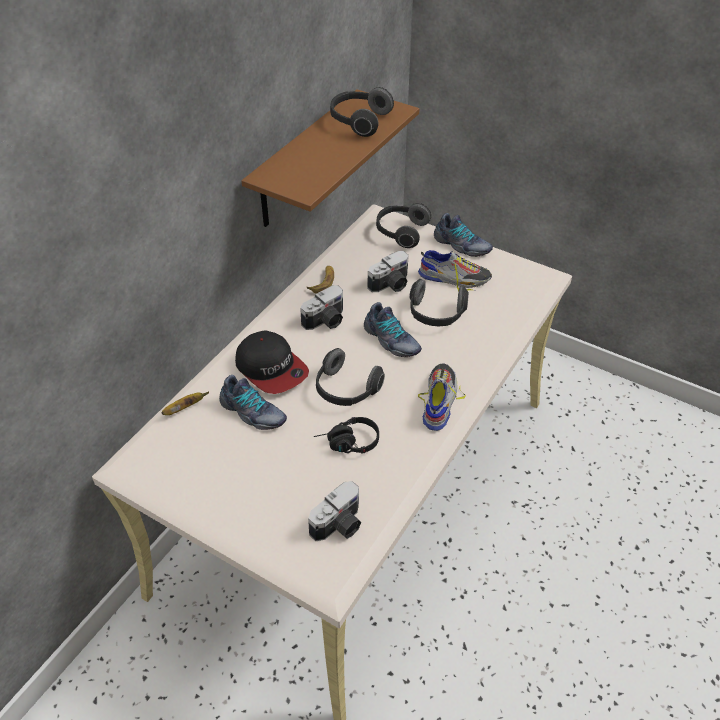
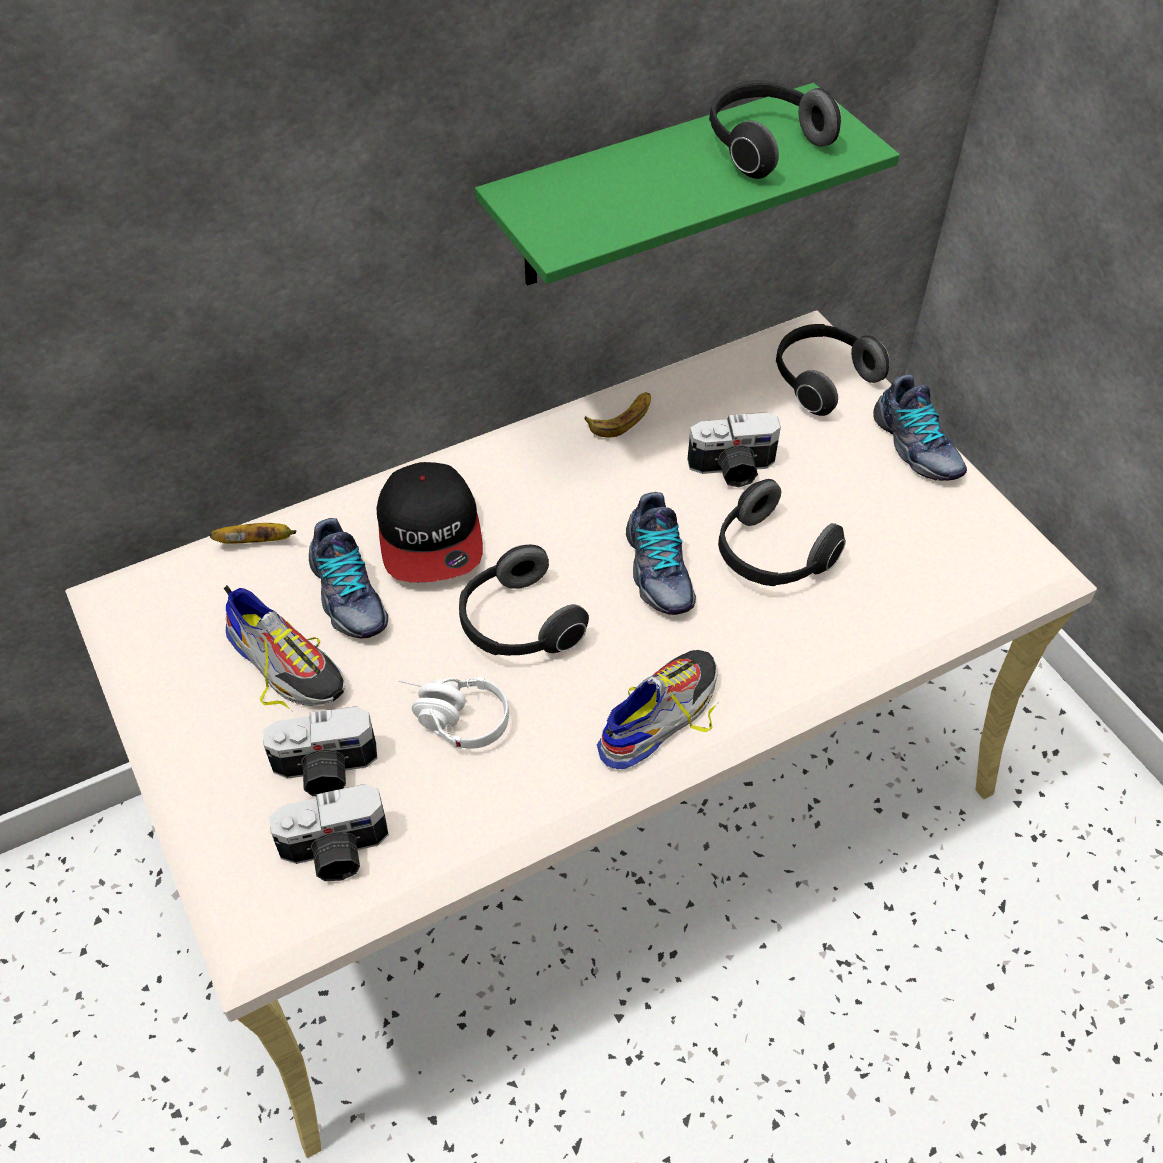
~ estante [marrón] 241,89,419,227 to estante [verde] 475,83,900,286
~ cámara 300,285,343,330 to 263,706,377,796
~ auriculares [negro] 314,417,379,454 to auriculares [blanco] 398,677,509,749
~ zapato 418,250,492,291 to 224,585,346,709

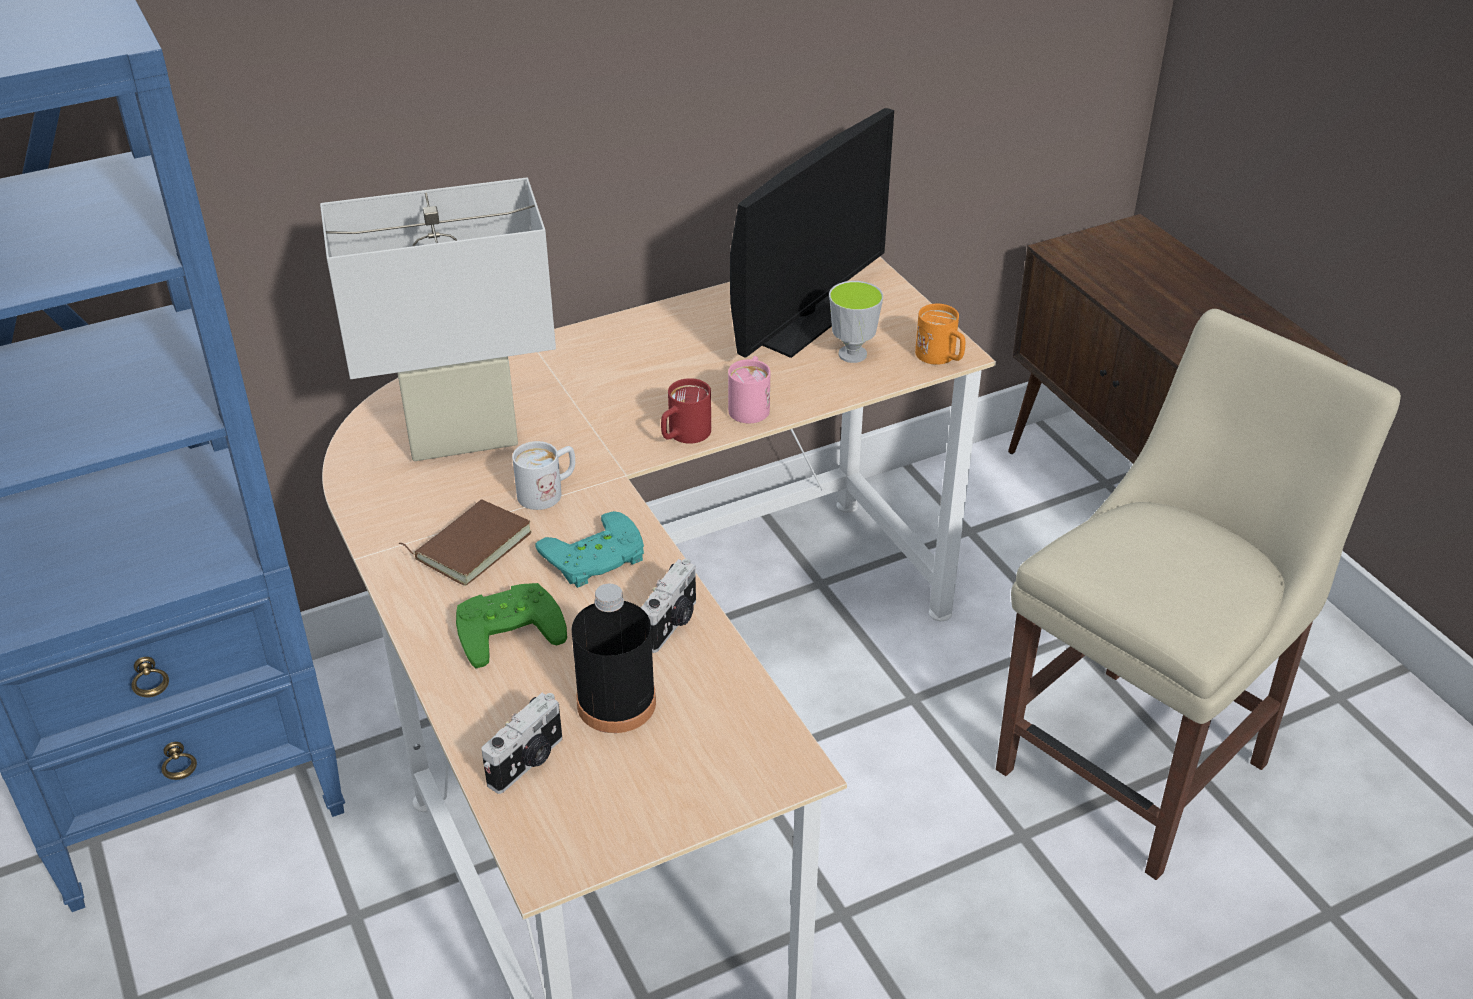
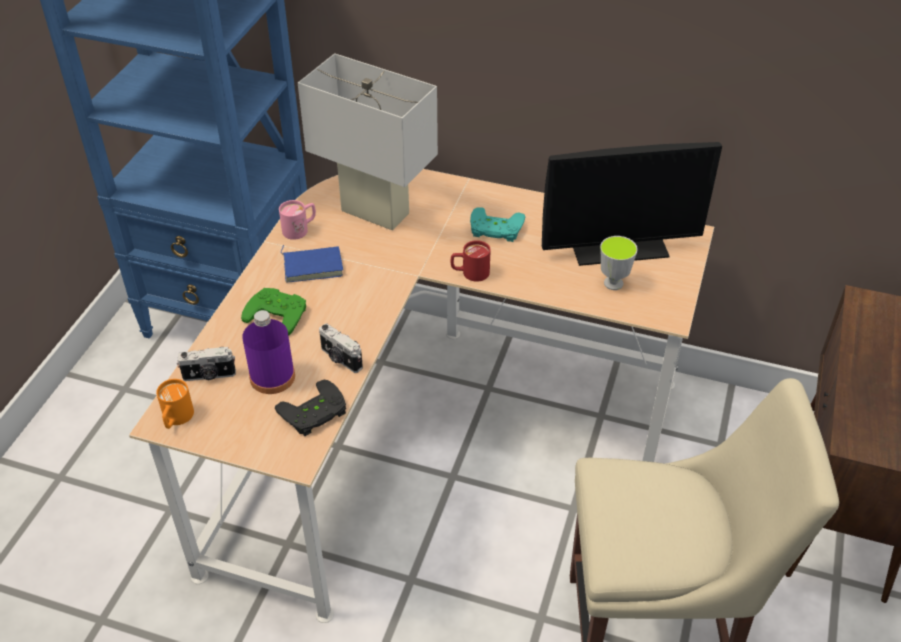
~ libro [marrón] 399,499,532,586 to libro [azul] 281,245,343,282
- taza grande [blanco] 512,441,575,510
~ mando de consola [turquesa] 536,511,644,588 to 470,207,525,242
~ botella [negro] 572,584,656,733 to botella [morado] 242,310,295,394
~ cámara 641,559,696,653 = 319,323,363,373 60 degrees clockwise
~ taza grande [rosa] 728,356,770,423 to 279,200,316,240
~ taza grande [naranja] 915,304,965,365 to 156,379,194,429
+ mando de consola [negro] 275,380,346,436

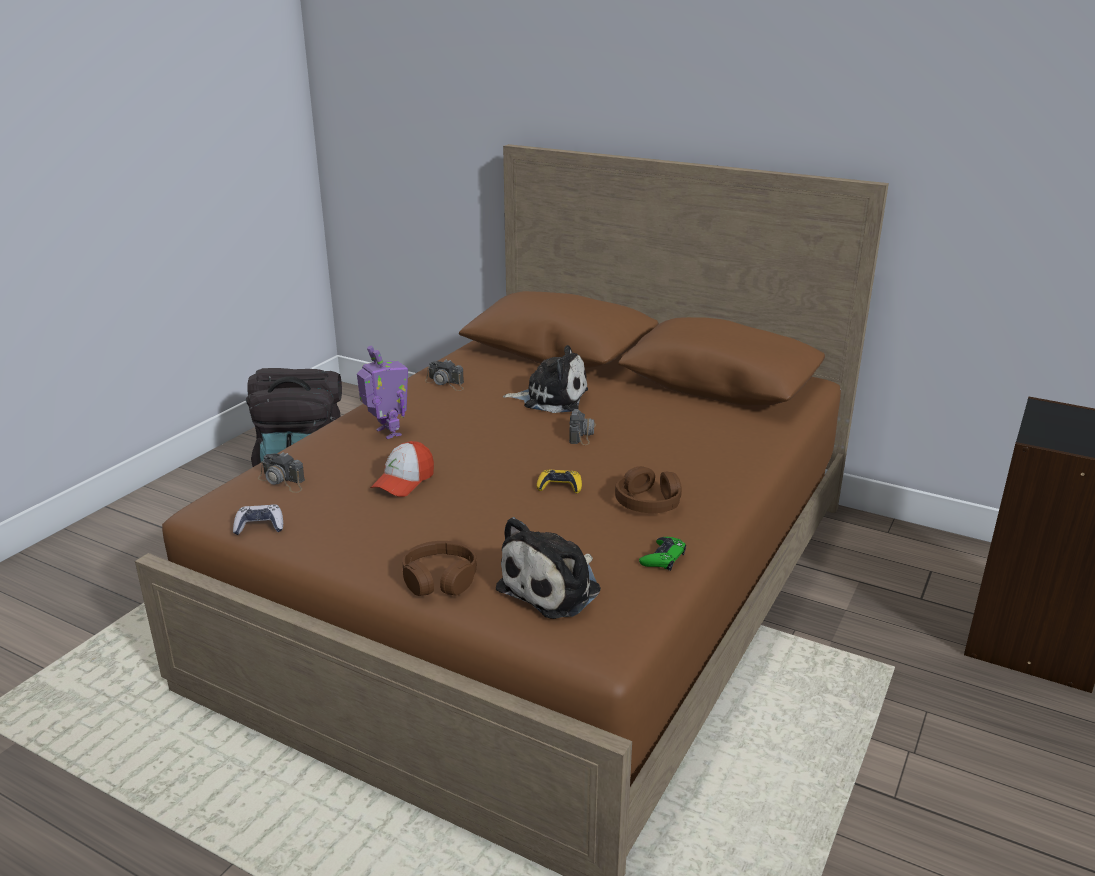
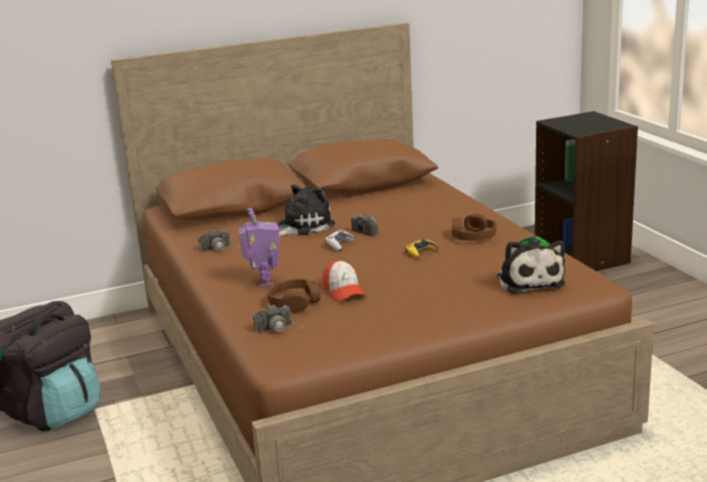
~ mando de consola 233,504,283,535 to 325,230,356,251
~ robot de juguete 357,346,408,439 = 239,208,279,287 75 degrees clockwise
~ auriculares [marrón] 403,541,477,596 to 267,279,320,313

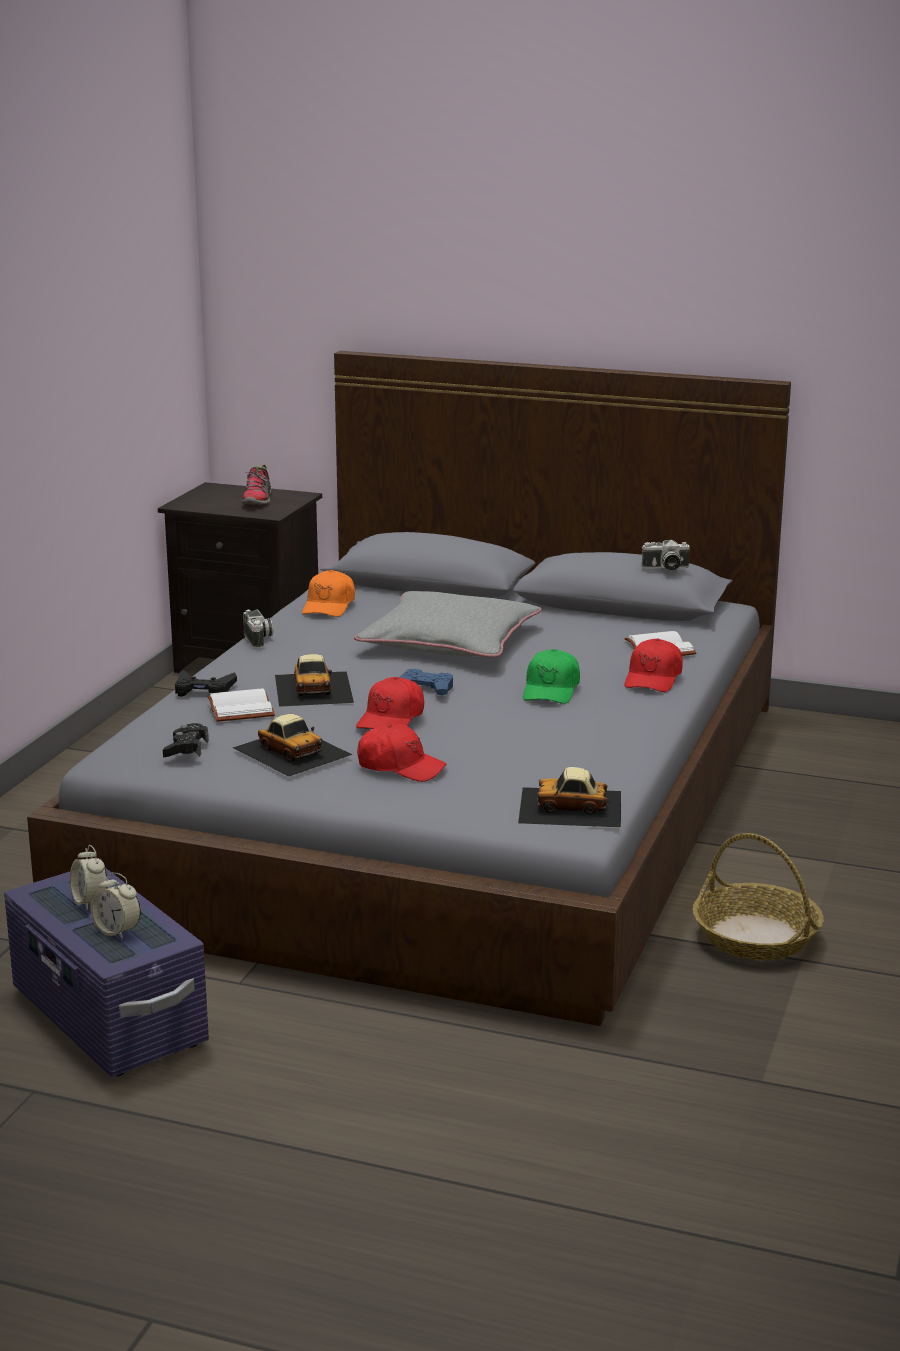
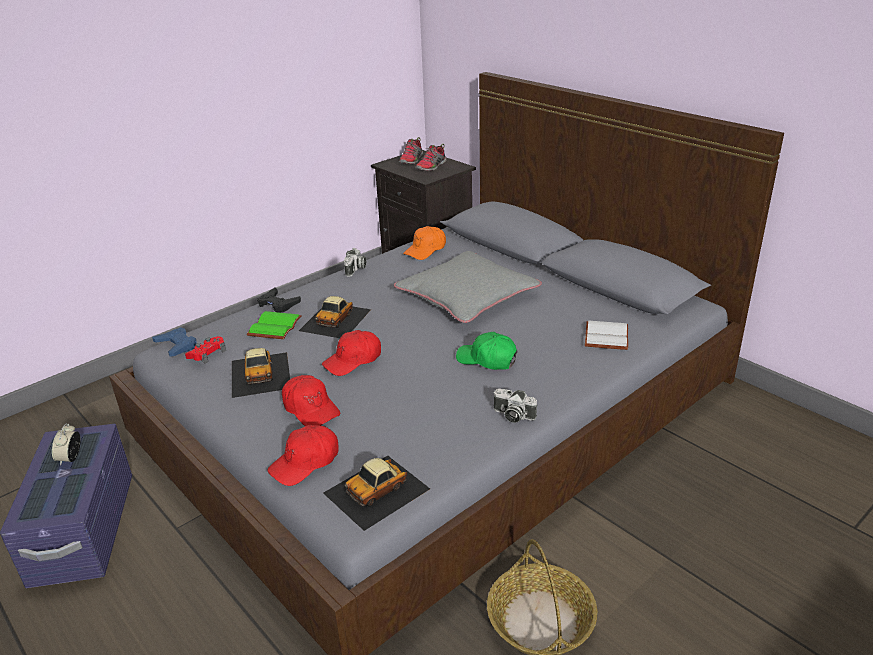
- despertador 90,872,141,940
~ mando de consola [negro] 163,723,209,757 to mando de consola [rojo] 185,336,226,364
~ libro [blanco] 207,688,275,722 to libro [verde] 247,311,302,339
~ mando de consola [azul] 399,669,453,695 to 152,328,197,357
~ coche de juguete 518,767,621,827 = 323,456,430,531 75 degrees counterclockwise
~ gorra [verde] 523,649,580,704 = 456,332,517,370 75 degrees clockwise
~ gorra [rojo] 624,638,683,692 to 267,425,339,486
~ cámara 642,540,690,571 to 493,388,537,423
+ zapato 399,137,423,164

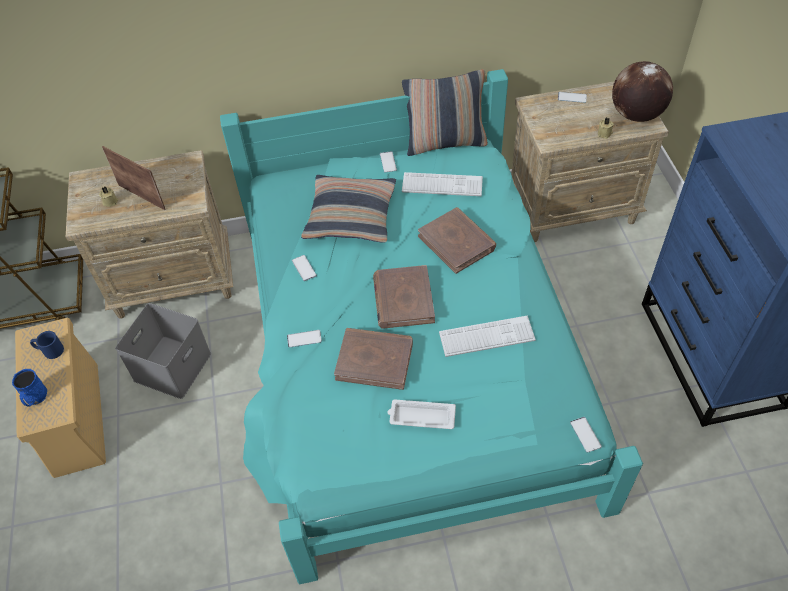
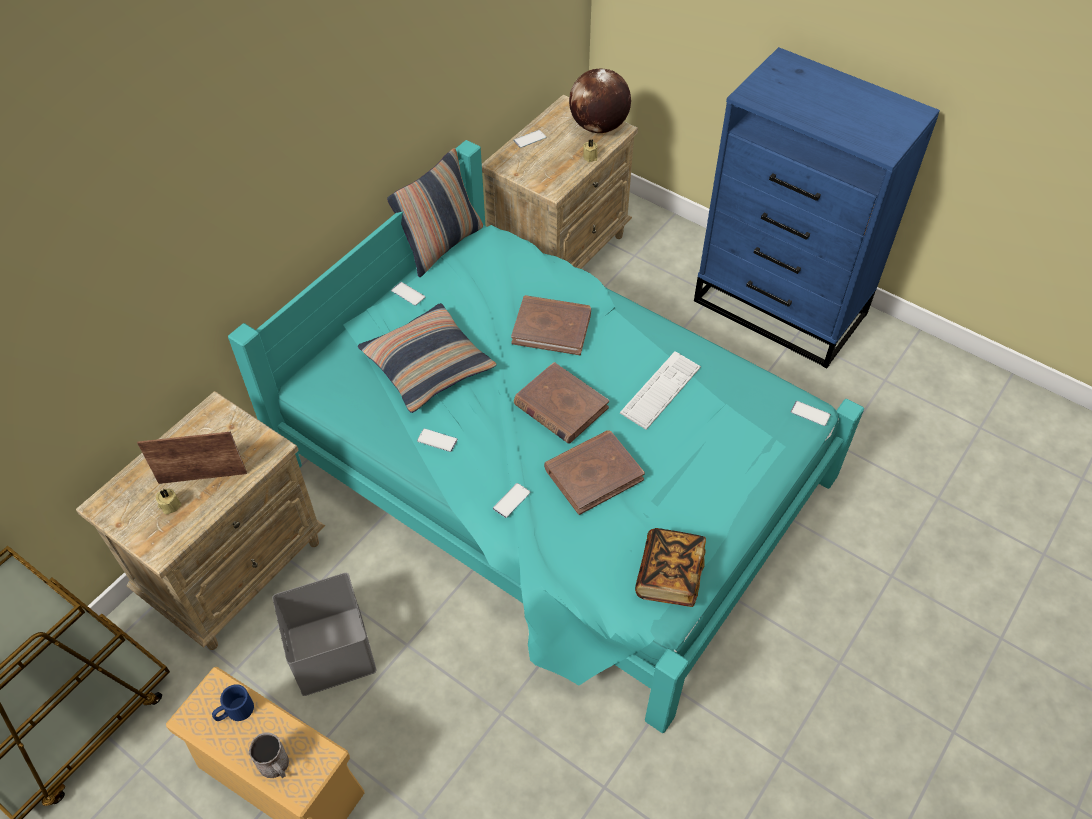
~ taza grande [azul] 12,369,47,407 to taza grande [gris] 248,733,289,778
- bandeja [blanco] 388,400,456,429
- teclado 402,172,483,196
+ libro 635,528,706,607

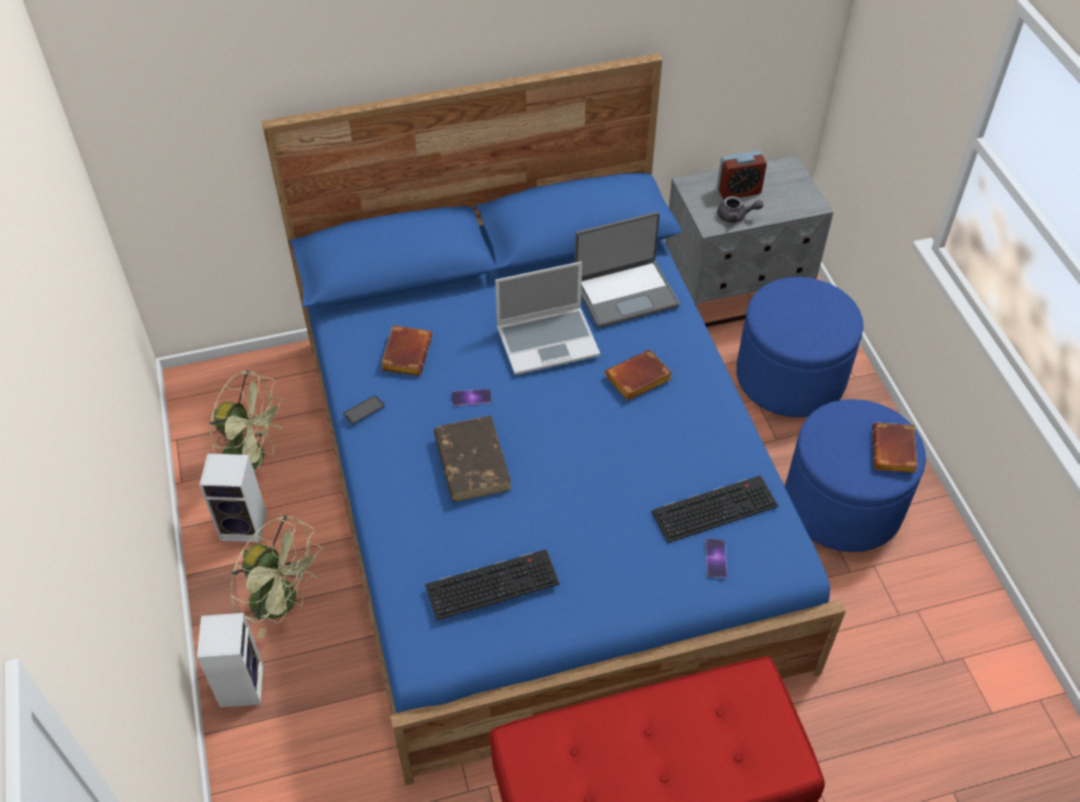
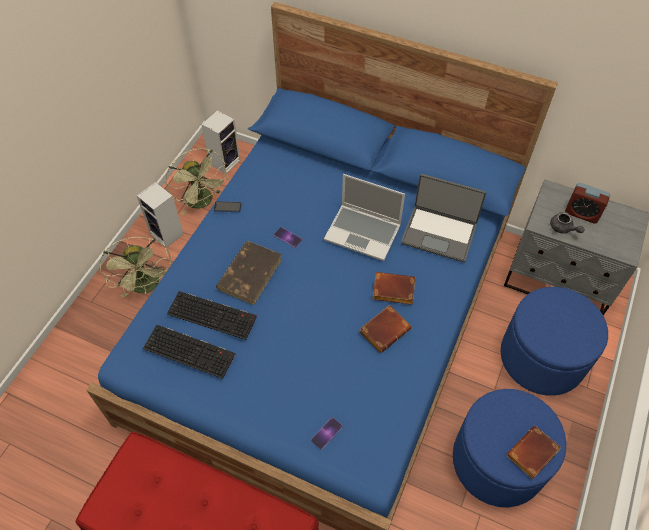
~ altavoz 197,613,263,707 to 201,110,240,174
~ libro [marrón] 381,325,432,376 to 359,305,411,353
~ teclado 652,475,778,543 to 167,291,257,340

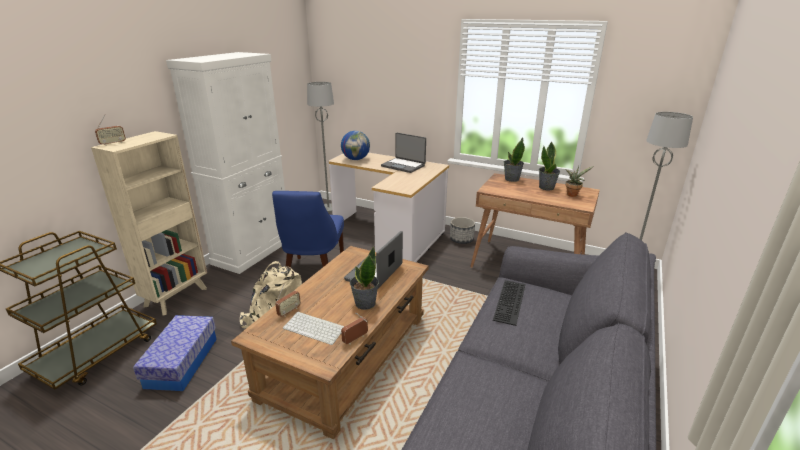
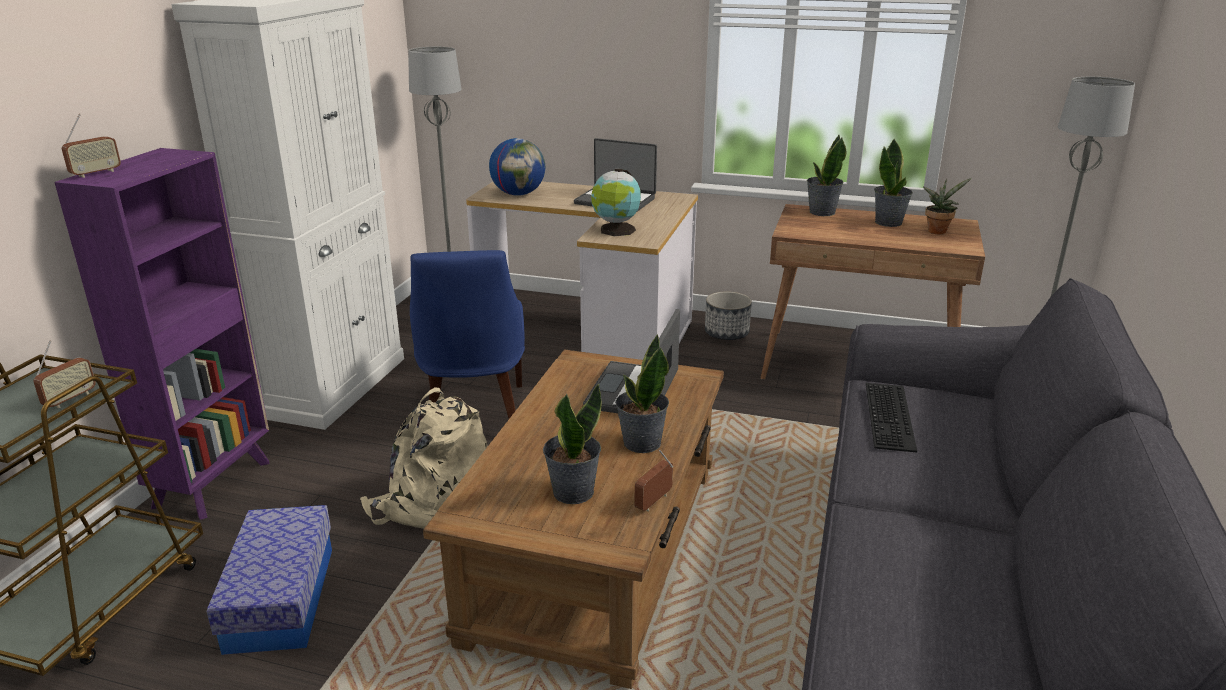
~ estantería [beis] 91,131,207,315 to estantería [morado] 54,148,270,520
~ radio 276,284,301,317 to 33,341,96,408
~ teclado 283,312,344,345 to planta en maceta 543,384,602,504
+ globo terráqueo 591,169,641,236

